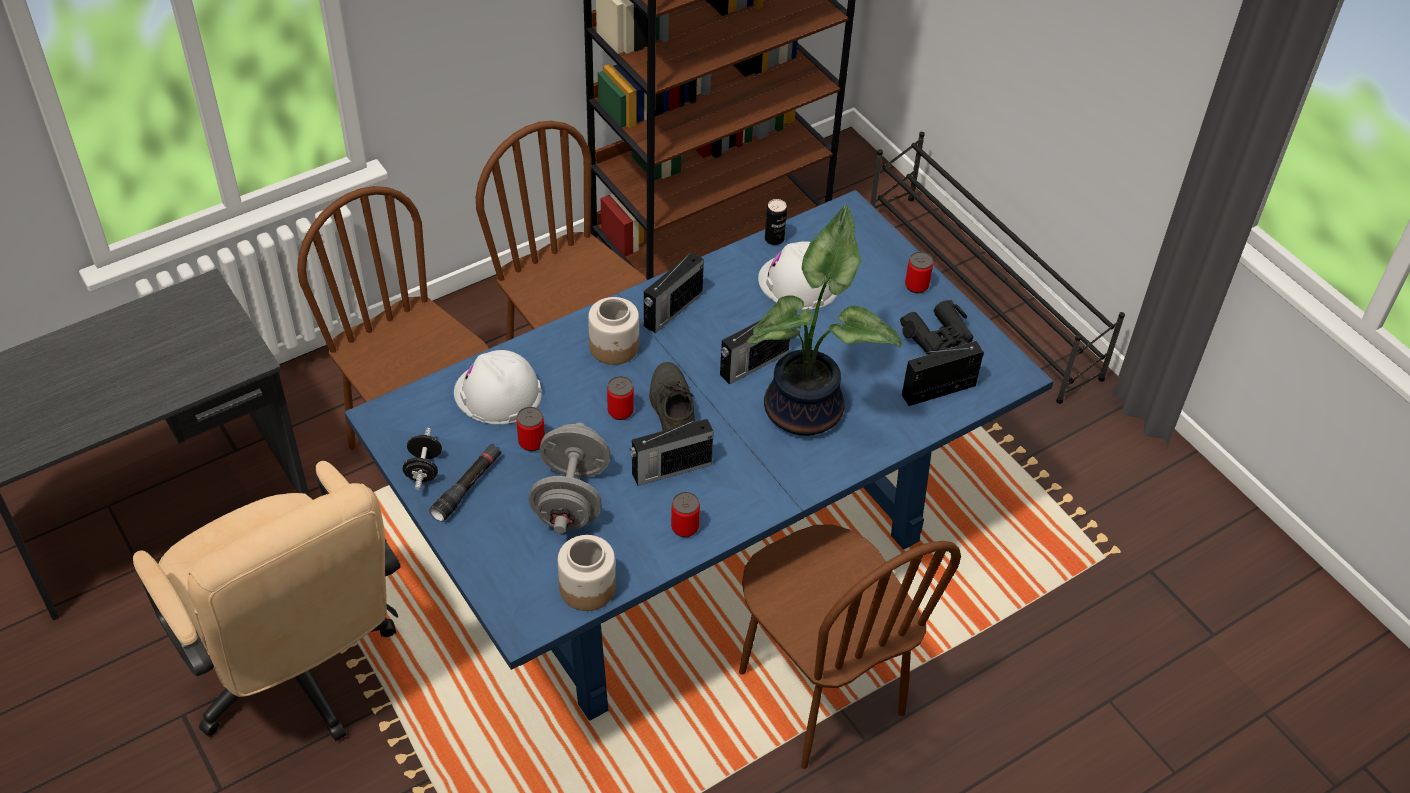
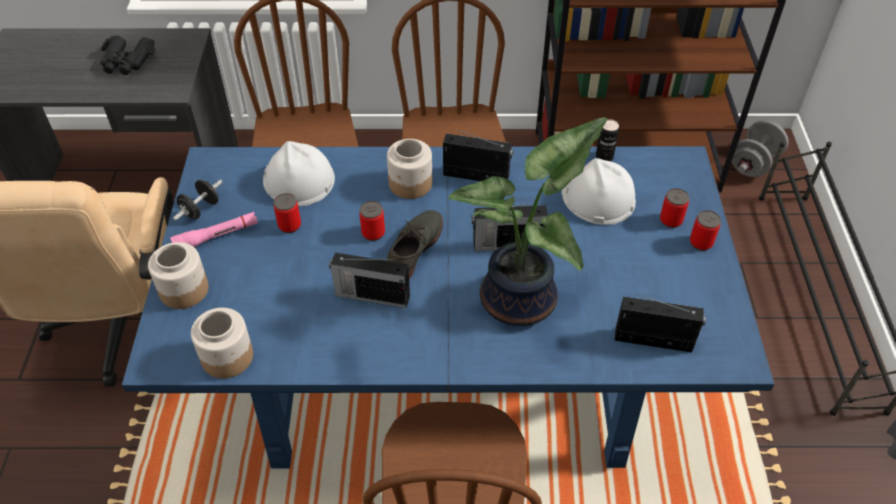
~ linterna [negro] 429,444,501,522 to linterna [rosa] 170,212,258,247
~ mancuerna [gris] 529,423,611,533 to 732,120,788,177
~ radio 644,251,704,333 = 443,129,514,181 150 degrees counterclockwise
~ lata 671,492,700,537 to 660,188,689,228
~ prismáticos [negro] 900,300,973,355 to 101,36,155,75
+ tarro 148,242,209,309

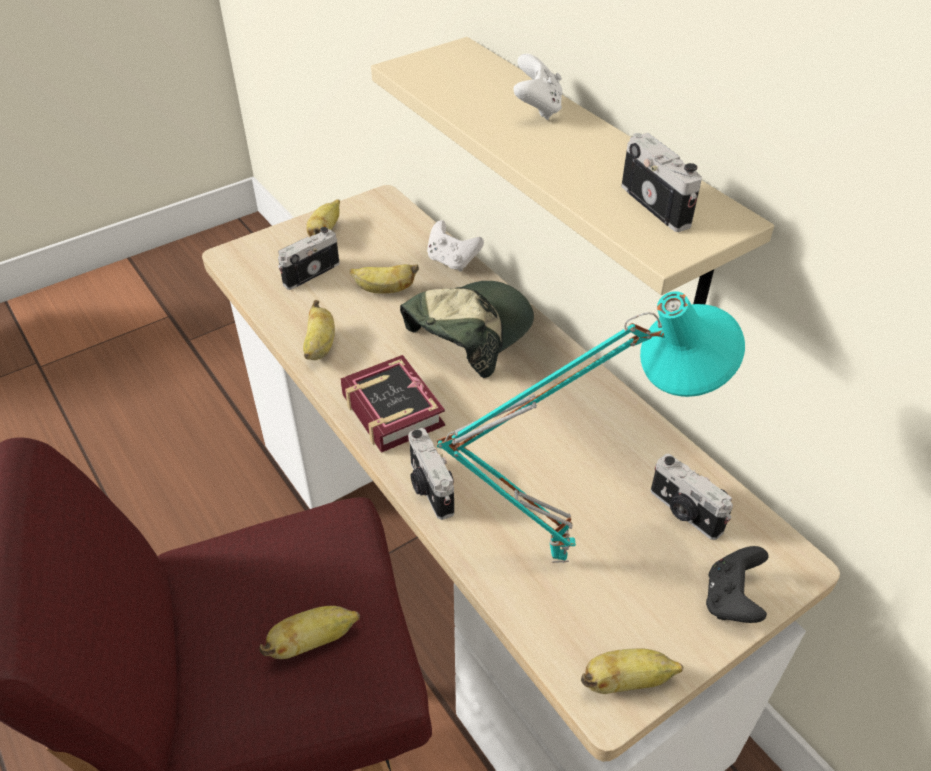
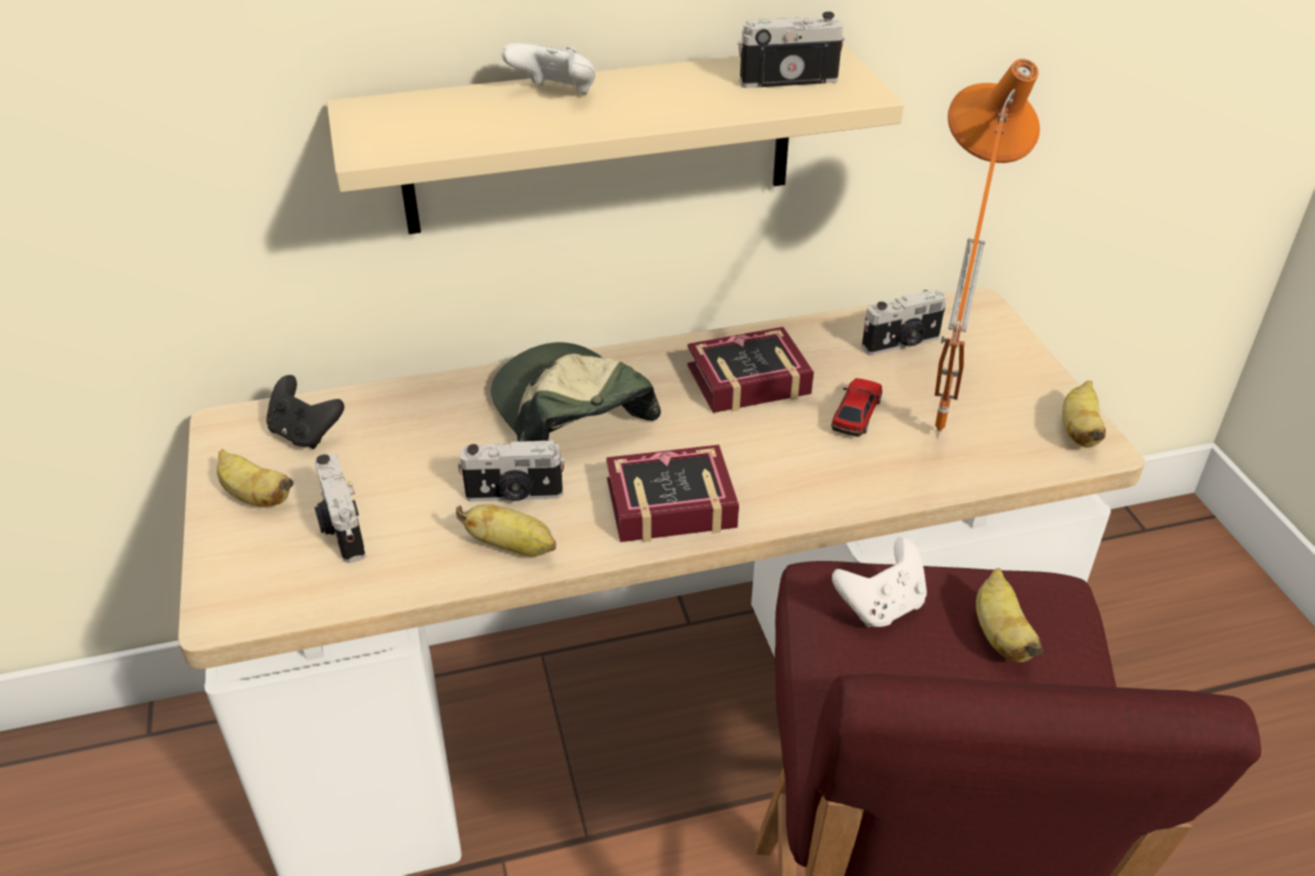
- plátano 349,264,419,293
~ cámara 408,428,454,520 to 458,440,565,502
~ mando de consola [blanco] 427,220,484,272 to 832,537,927,627
~ lámpara de mesa [turquesa] 437,291,745,563 to lámpara de mesa [naranja] 934,59,1040,439
~ mando de consola [negro] 706,546,769,623 to 266,375,344,449
+ libro 687,327,814,413
+ coche de juguete 831,378,882,437

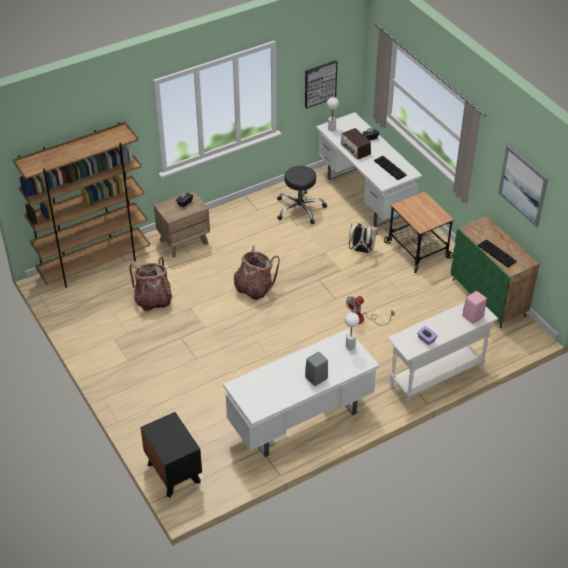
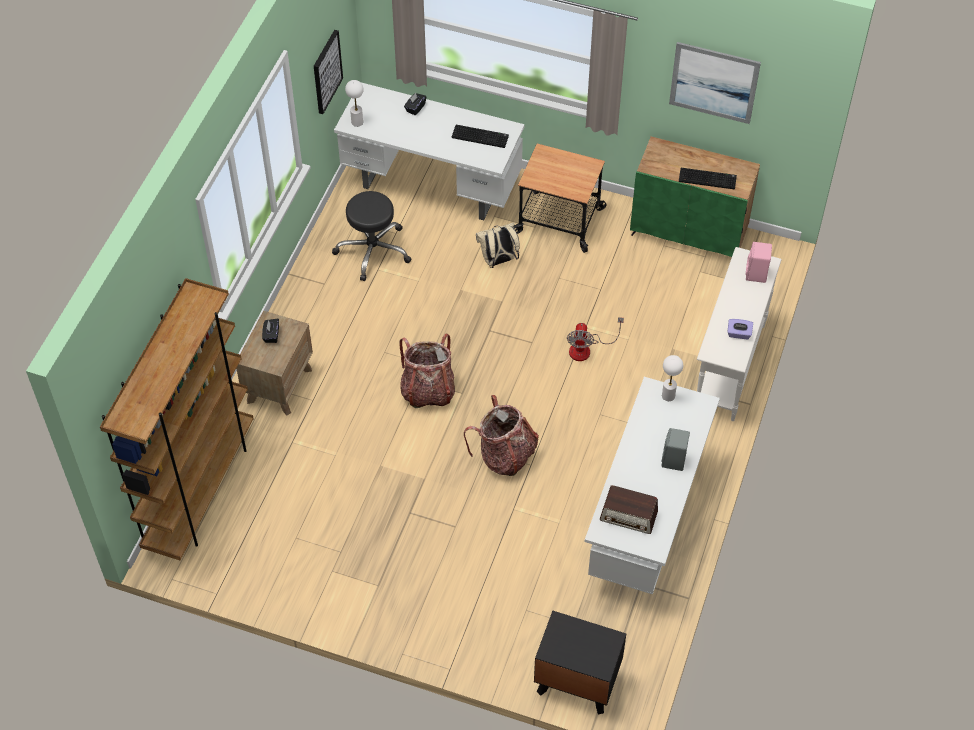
~ mochila 129,257,172,311 to 464,395,539,476
~ radio 341,128,371,160 to 600,485,658,534

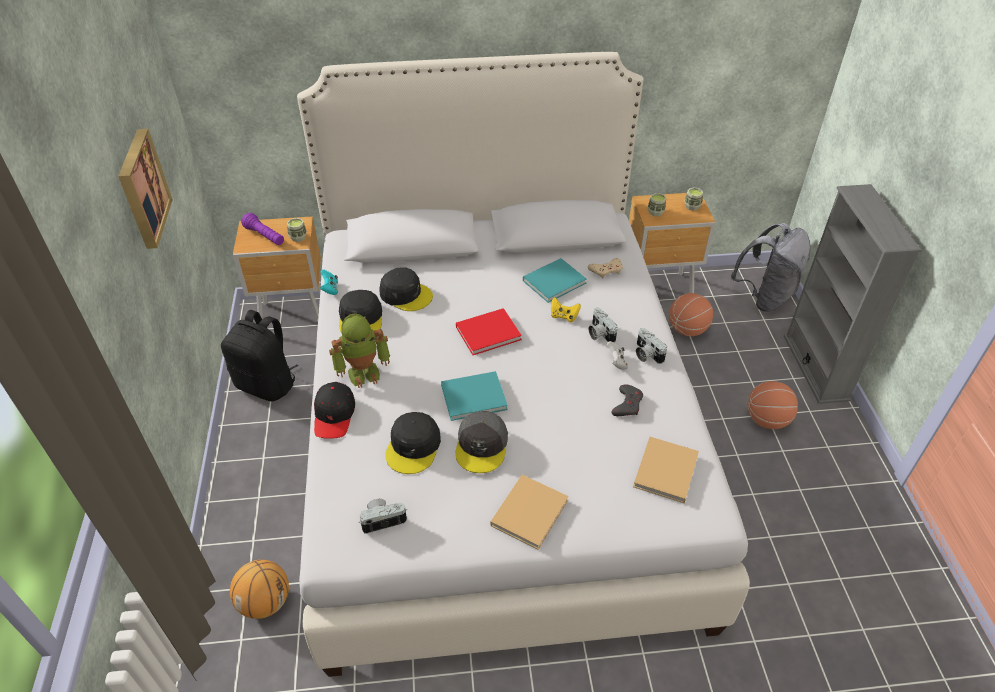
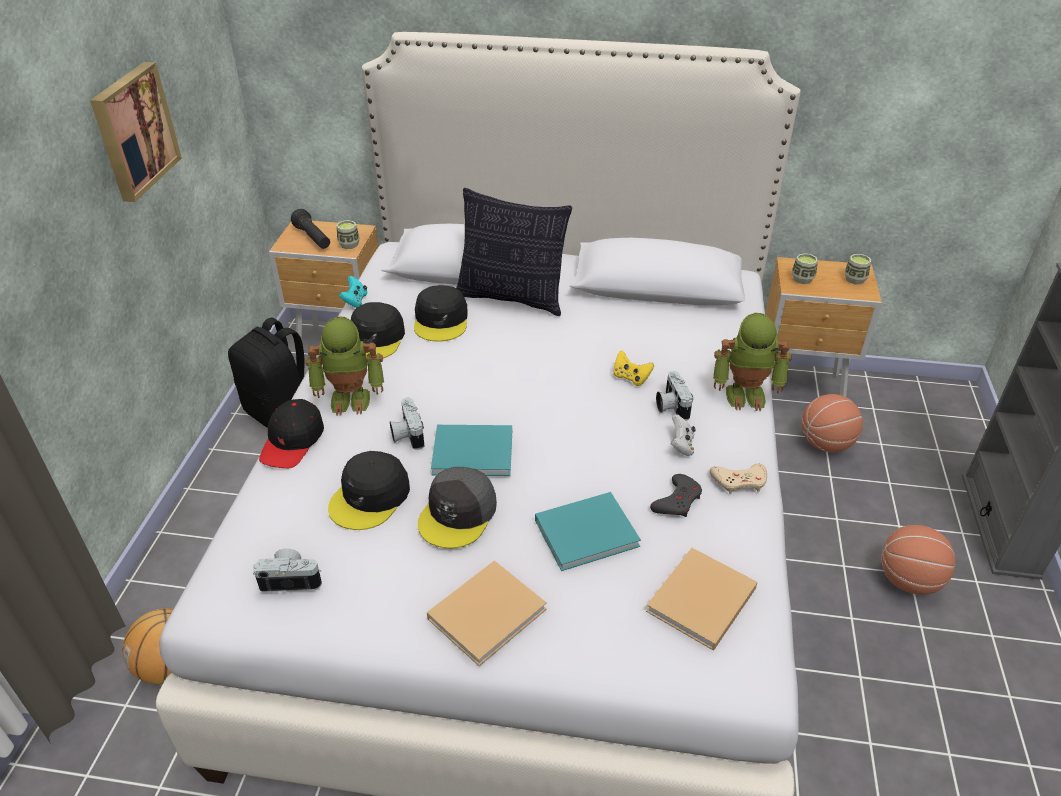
~ linterna [morado] 241,213,284,245 to linterna [negro] 291,209,330,249
~ gorra [negro] 379,267,433,311 = 414,285,468,342 45 degrees clockwise
- libro [rojo] 456,308,522,355
~ libro [turquesa] 523,258,587,303 to 535,492,641,571
~ mando de consola [beis] 588,258,623,278 to 710,463,767,494
~ cámara 636,328,667,364 to 390,398,425,450
- mochila [gris] 731,223,811,312
+ cojín 456,188,572,316
+ robot de juguete 713,313,792,411

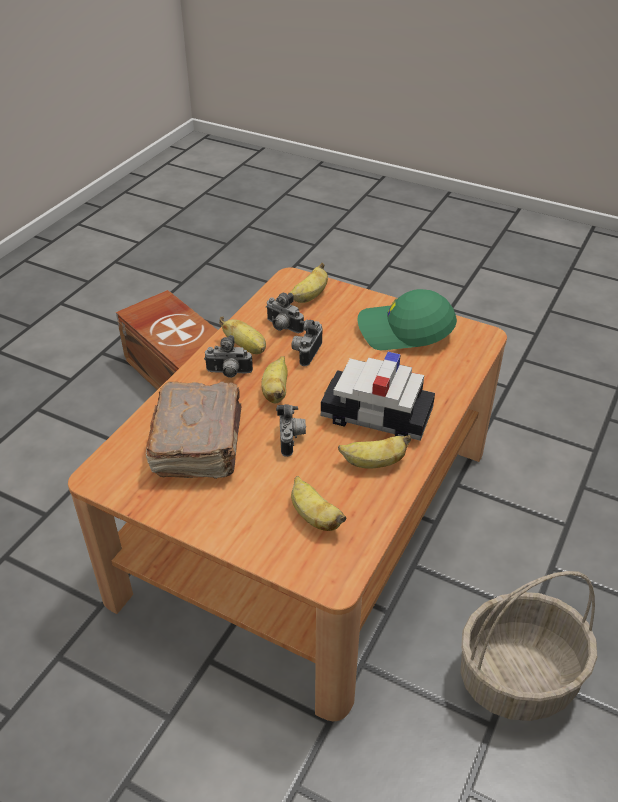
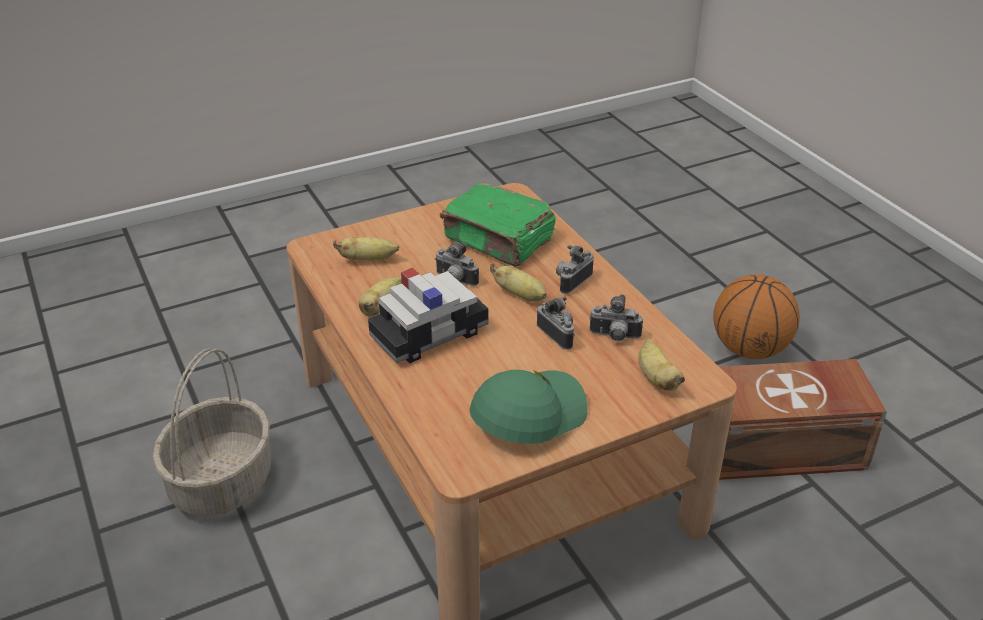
~ libro [marrón] 146,381,241,479 to libro [verde] 440,182,556,267
- plátano 219,316,266,354
~ cámara 266,293,304,333 = 590,294,643,341 150 degrees counterclockwise
+ balón de baloncesto 713,274,800,359

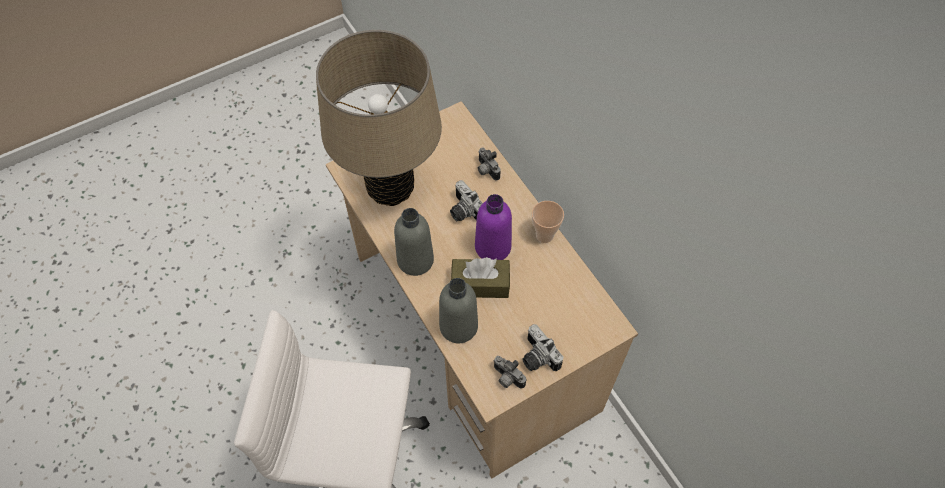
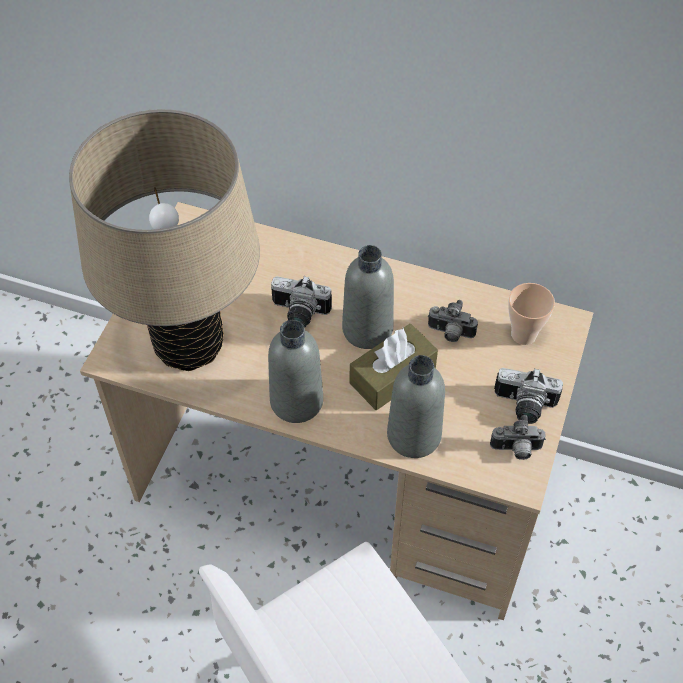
~ botella [morado] 475,194,512,260 to botella [gris] 342,245,394,349
~ cámara 478,147,501,181 to 428,300,478,342
~ taza 532,201,564,243 to 508,283,555,345

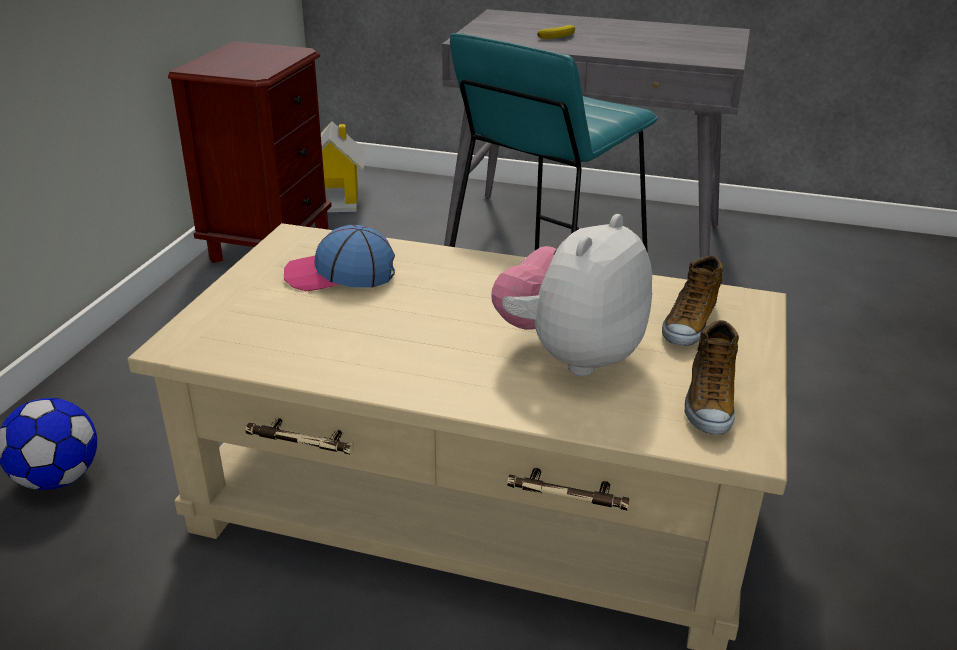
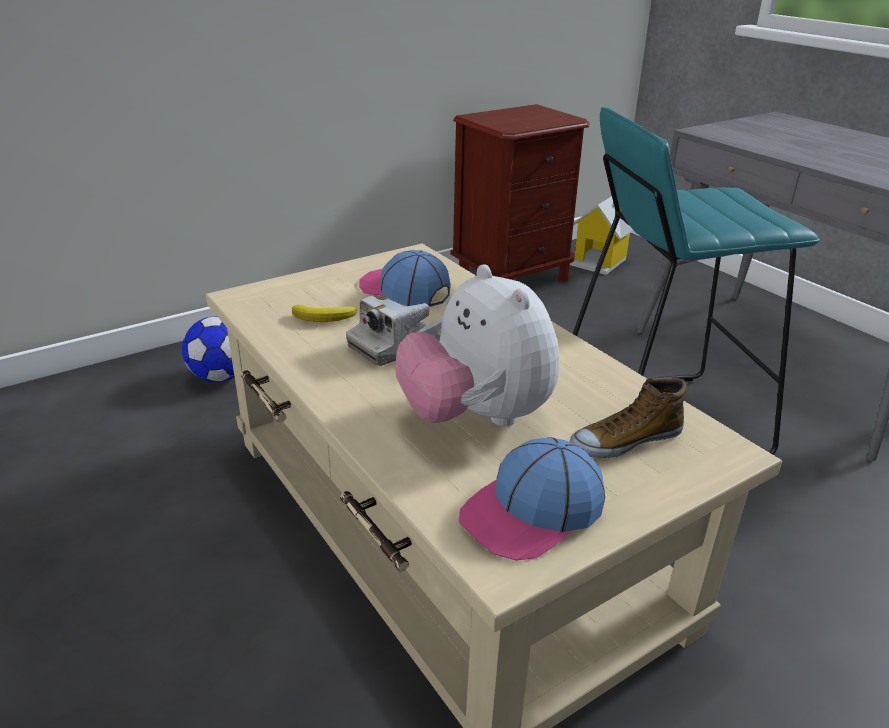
~ peluche 491,214,652,376 = 396,264,559,427 105 degrees counterclockwise
~ plátano 537,25,575,39 to 292,305,357,322
~ zapato 684,320,739,435 to gorra 459,437,605,560
+ cámara 346,296,430,366

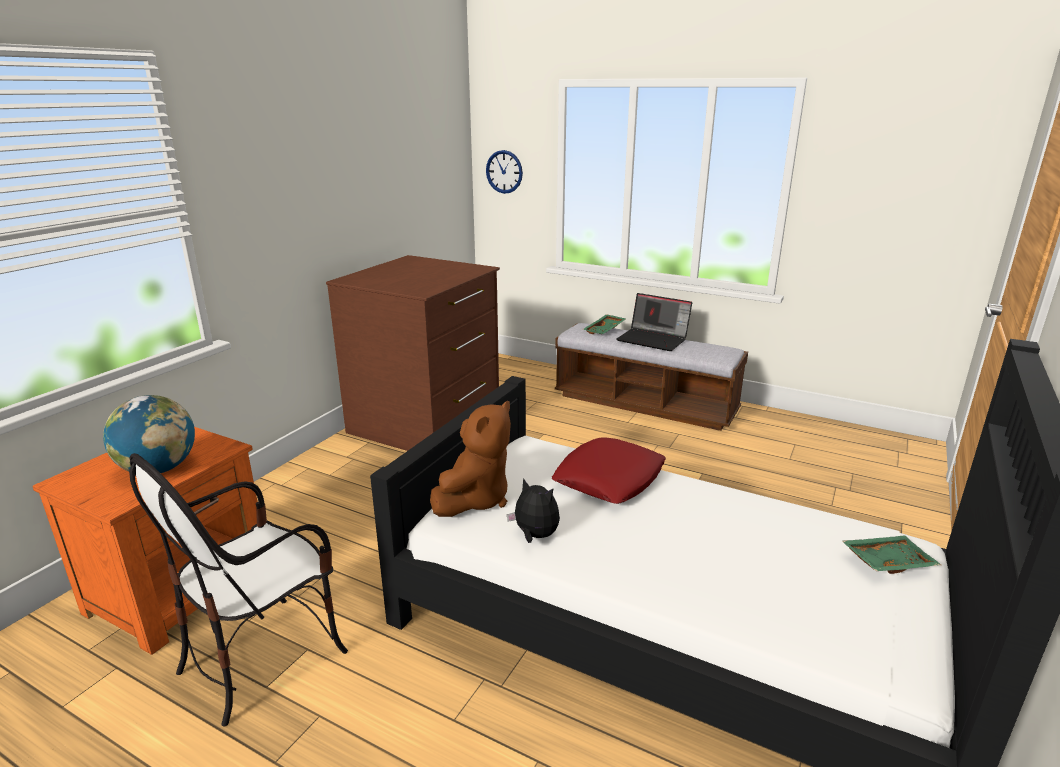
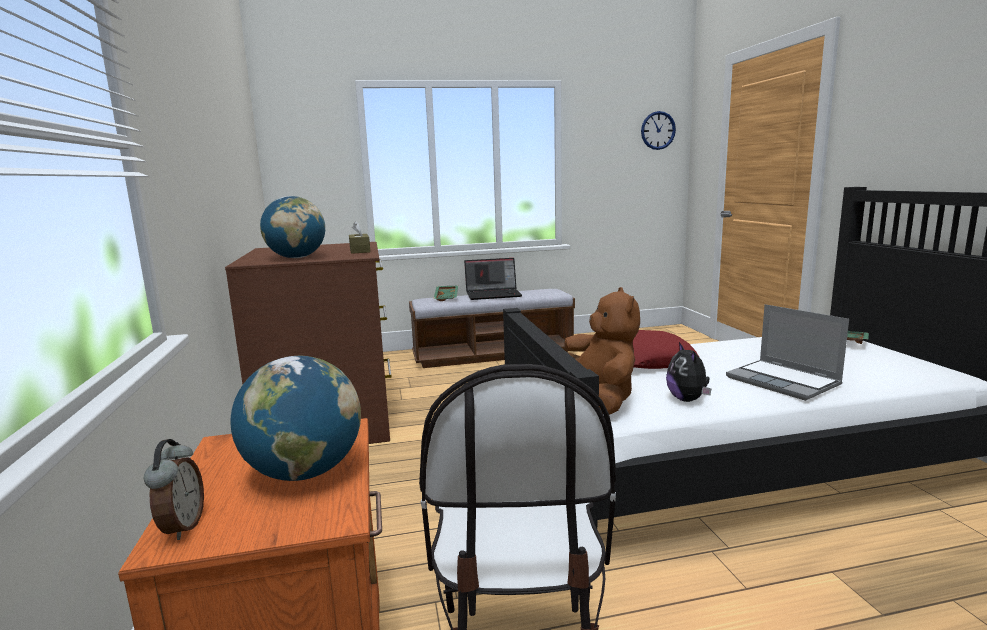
~ reloj de pared 486,150,523,194 to 641,111,676,150
~ peluche 507,478,560,543 = 666,342,711,402 90 degrees counterclockwise
+ despertador 144,439,204,540
+ globo terráqueo 260,196,325,258
+ caja de pañuelos [marrón] 349,221,370,254
+ portátil 726,304,849,401

